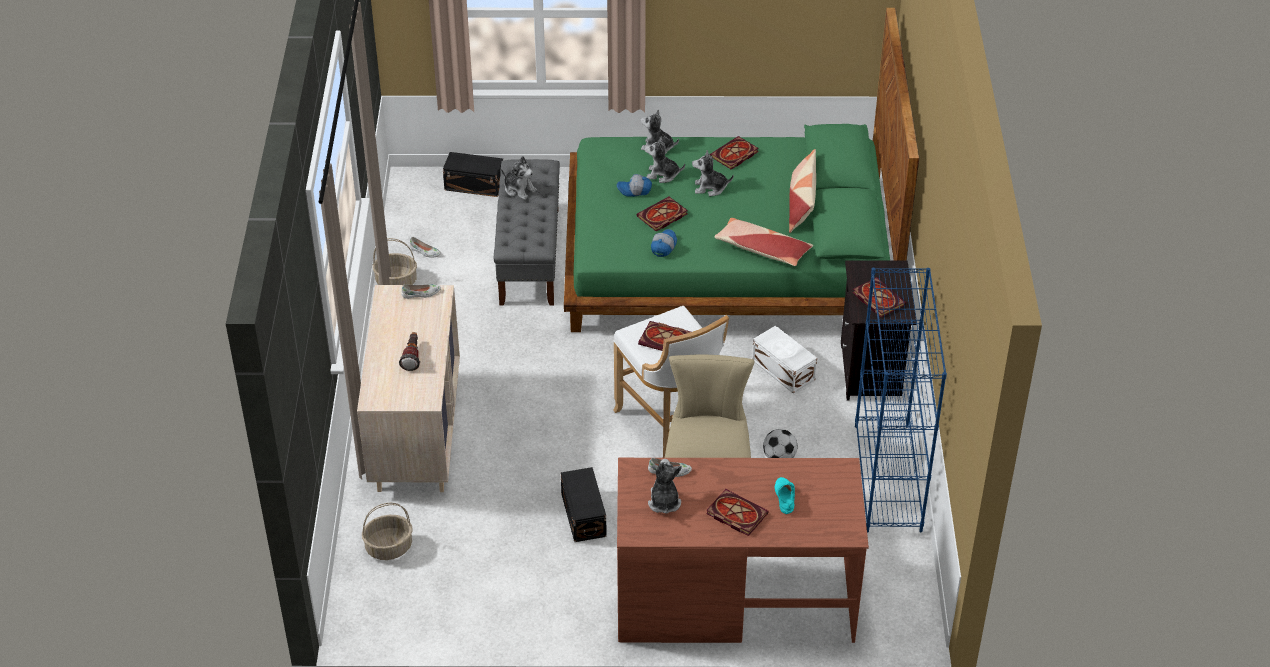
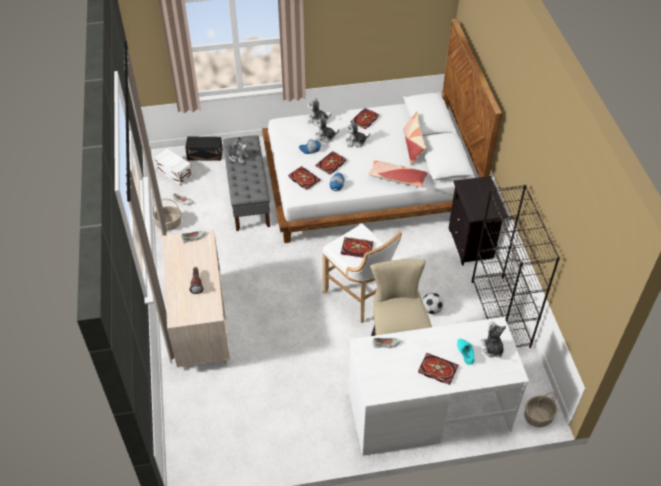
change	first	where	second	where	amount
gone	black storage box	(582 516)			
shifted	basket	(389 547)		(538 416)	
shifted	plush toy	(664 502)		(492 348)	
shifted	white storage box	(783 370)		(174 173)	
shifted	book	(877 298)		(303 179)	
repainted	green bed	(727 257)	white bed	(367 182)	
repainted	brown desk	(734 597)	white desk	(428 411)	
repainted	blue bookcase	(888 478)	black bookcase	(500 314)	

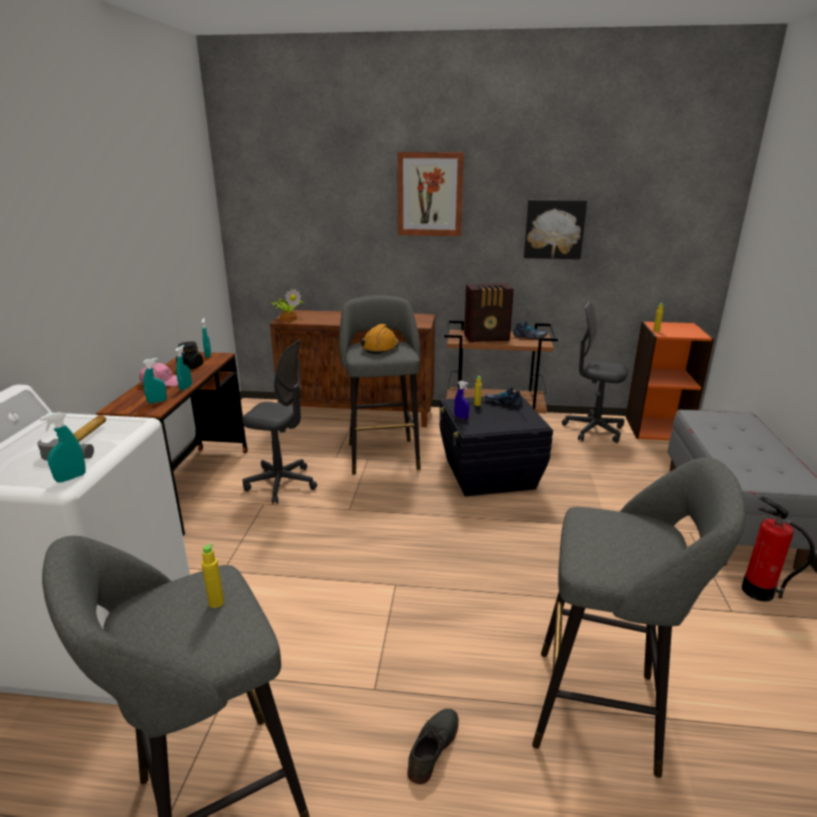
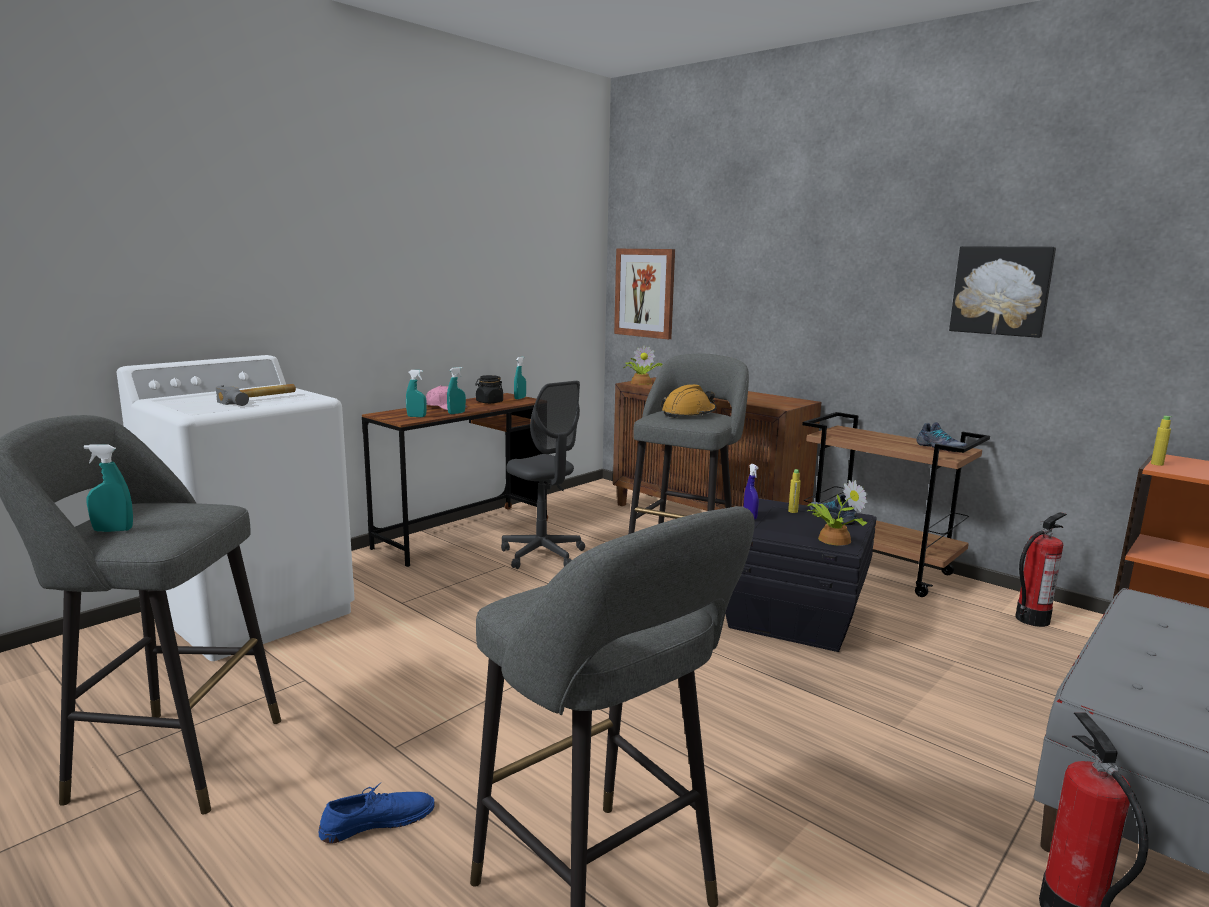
change	first	where	second	where	amount
gone	yellow bottle	(216 602)			
gone	radio	(487 338)			
new			potted plant	(832 539)	
shifted	turquoise spray bottle	(71 478)		(113 530)	
shifted	picture	(430 194)		(645 293)	
swapped	grey office chair	(593 430)	fire extinguisher	(1031 619)	
repainted	grey shoe	(432 746)	blue shoe	(378 820)	

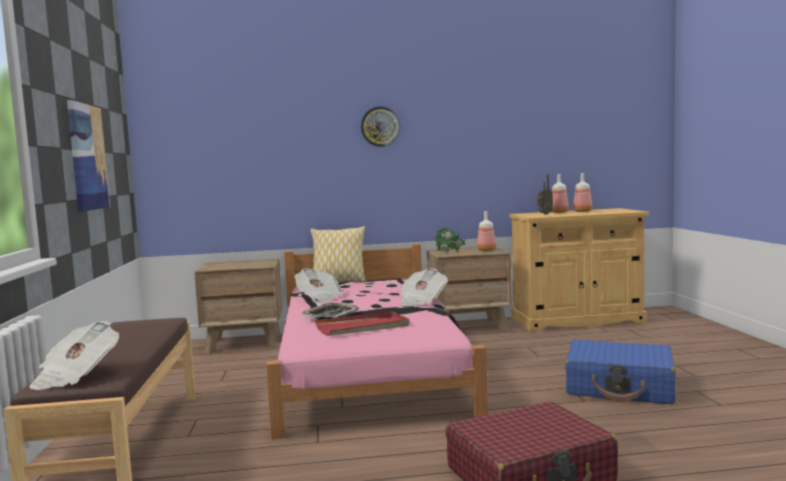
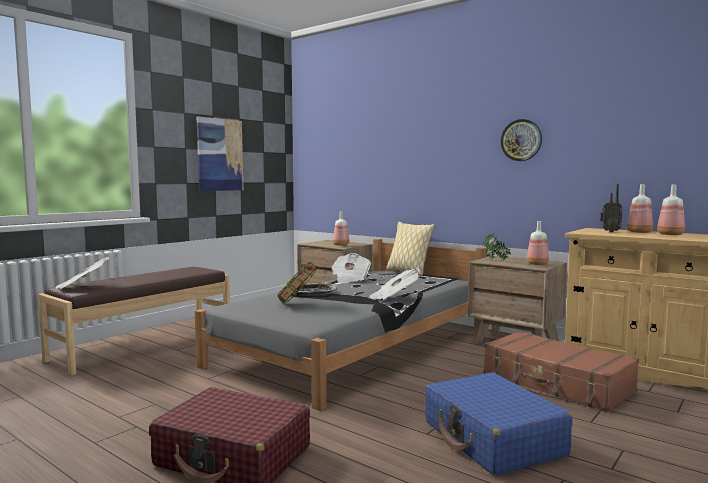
change	first	where	second	where	amount
new			bottle	(341 245)	
new			brown suitcase	(556 383)	
shifted	wall clock	(380 126)		(521 140)	
swapped	red tray	(363 327)	book	(297 304)	
repainted	pink bed	(366 367)	grey bed	(356 346)	

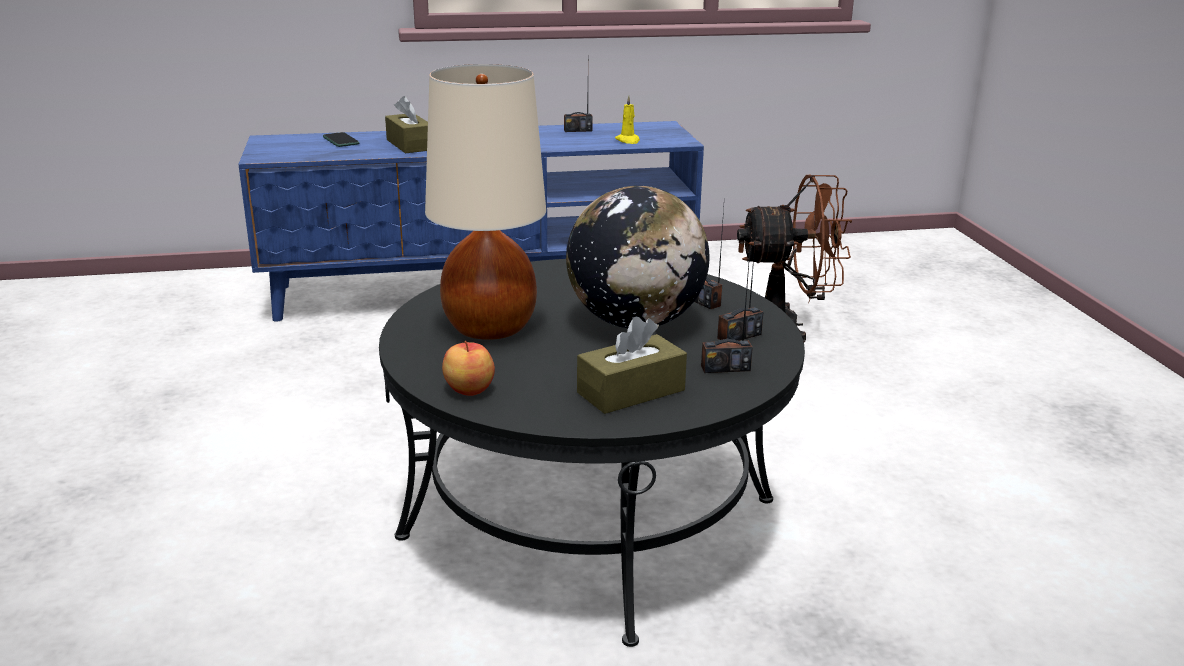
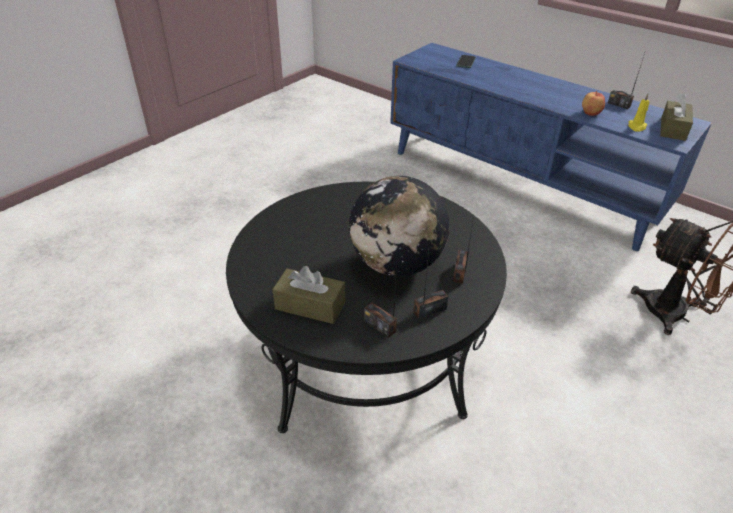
change	first	where	second	where	amount
gone	beige table lamp	(491 328)			
shifted	brown tissue box	(410 145)		(673 129)	
shifted	apple	(468 390)		(590 113)	
rotated	radio	(739 336)		(430 311)	135 degrees clockwise

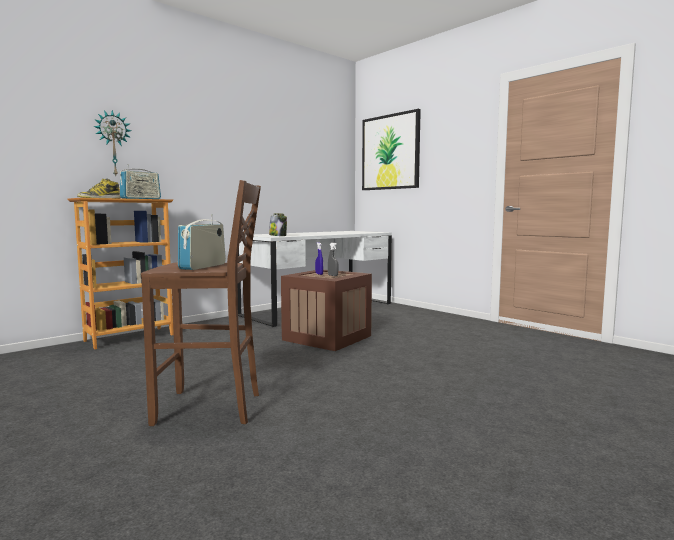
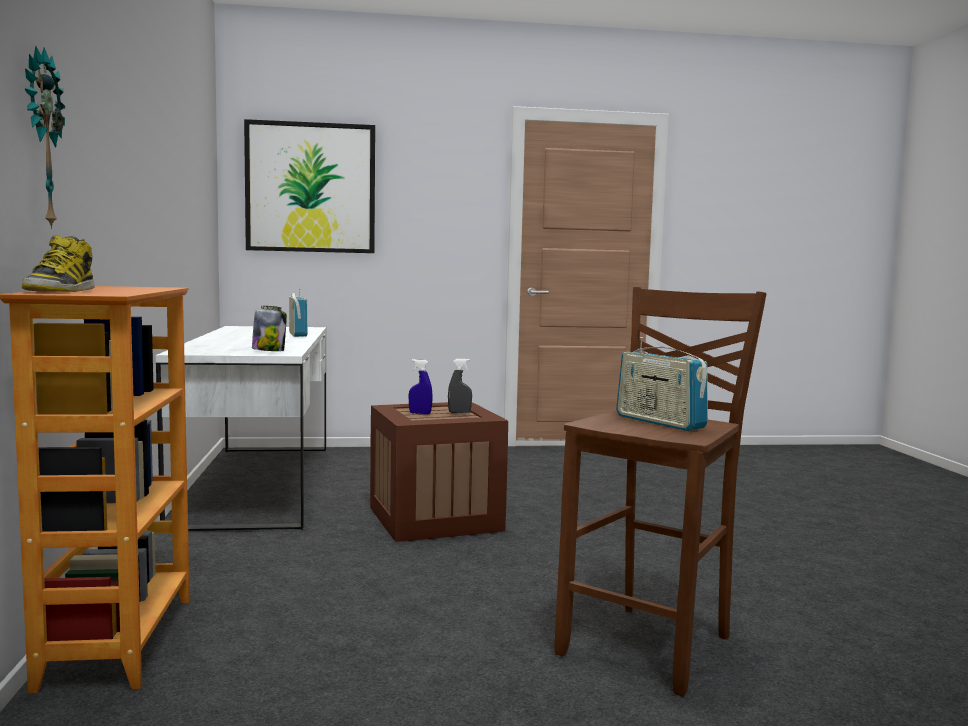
change	first	where	second	where	amount
shifted	radio	(141 199)		(297 334)	

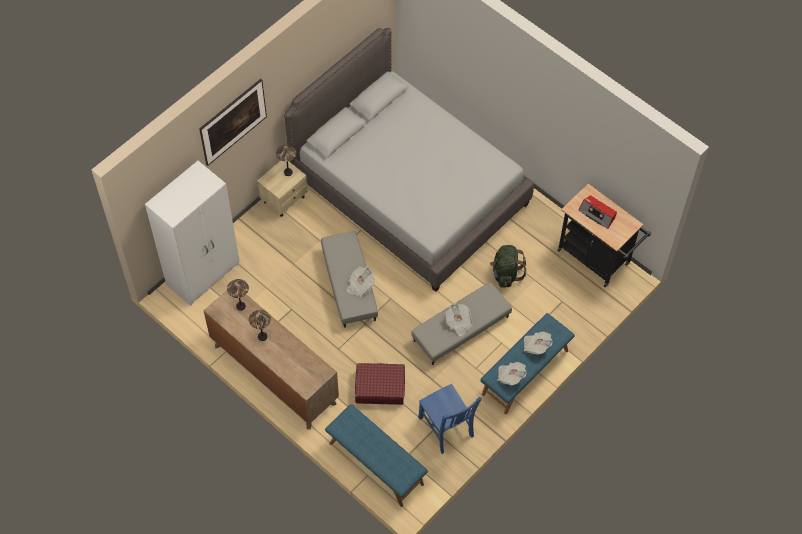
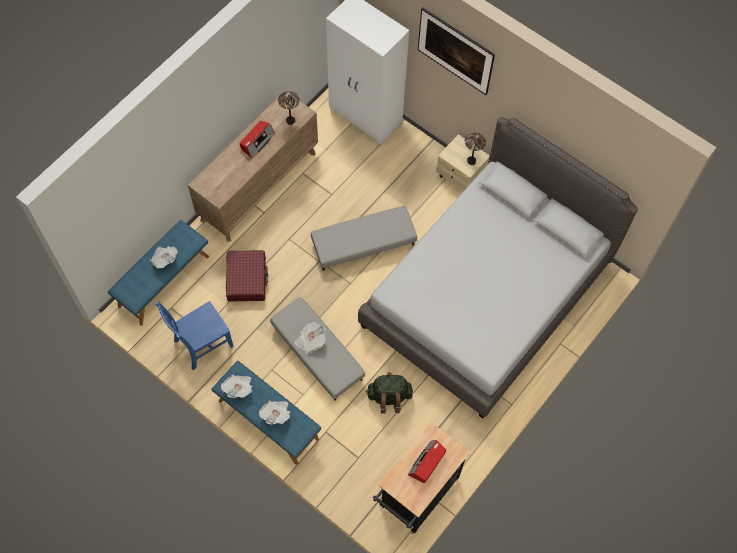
change	first	where	second	where	amount
shifted	newspaper	(360 285)		(164 259)	
swapped	table lamp	(262 337)	radio	(257 141)	

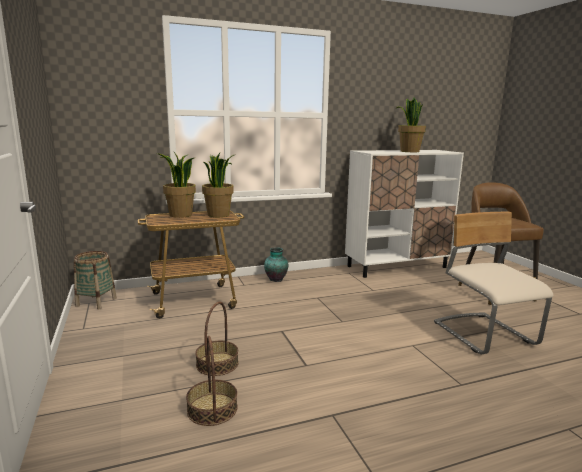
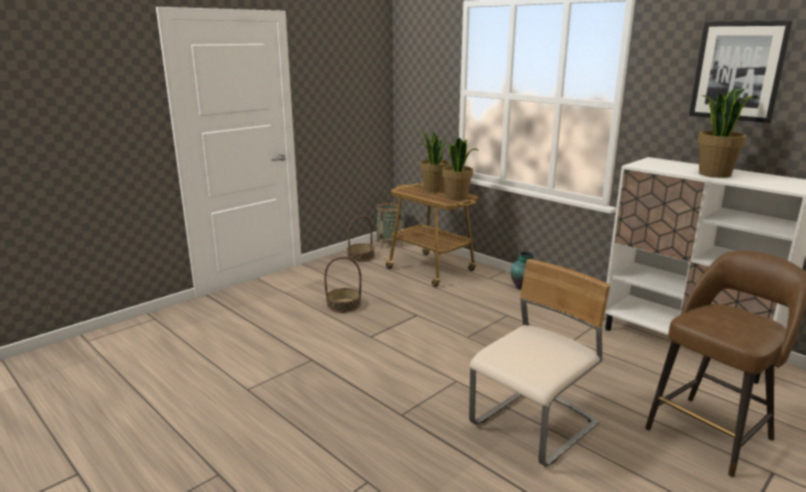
change	first	where	second	where	amount
new			picture	(738 71)	
shifted	basket	(212 409)		(360 257)	

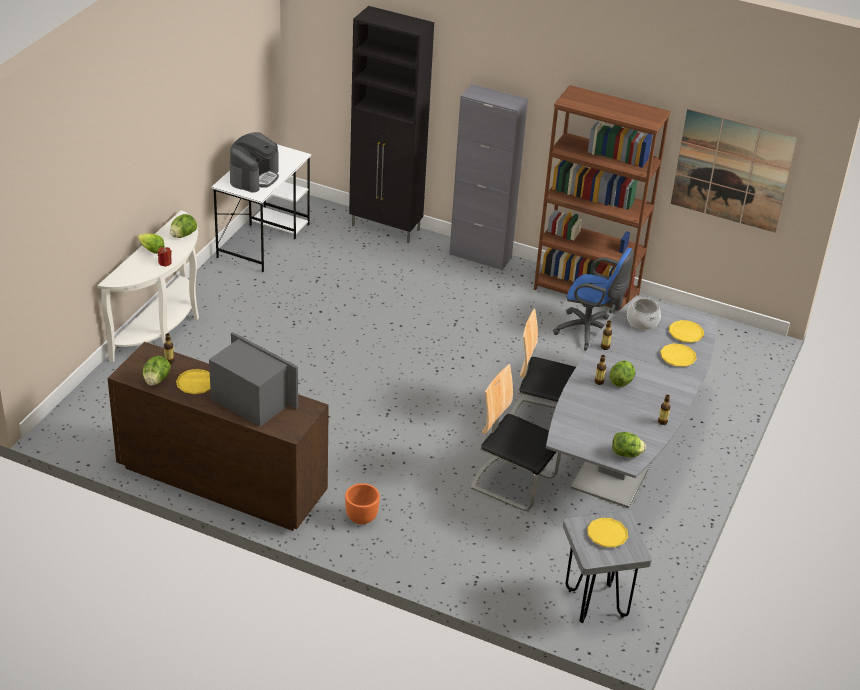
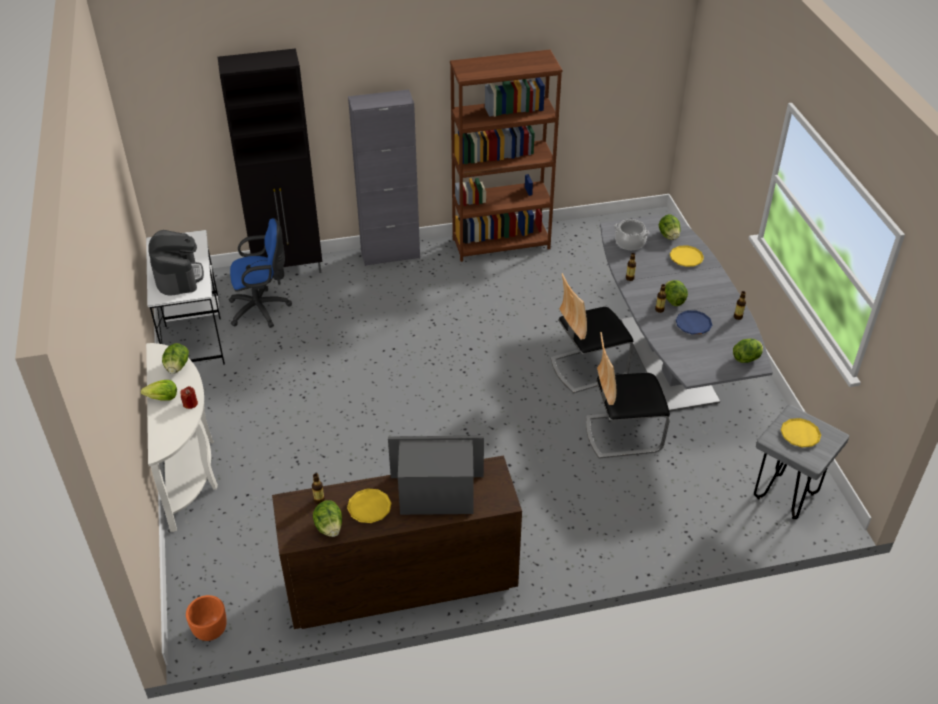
change	first	where	second	where	amount
gone	picture	(732 170)			
new			blue plate	(693 324)	
shifted	orange planter	(361 518)		(210 631)	
shifted	blue office chair	(590 332)		(262 309)	
swapped	yellow plate	(685 333)	lettuce	(668 236)	

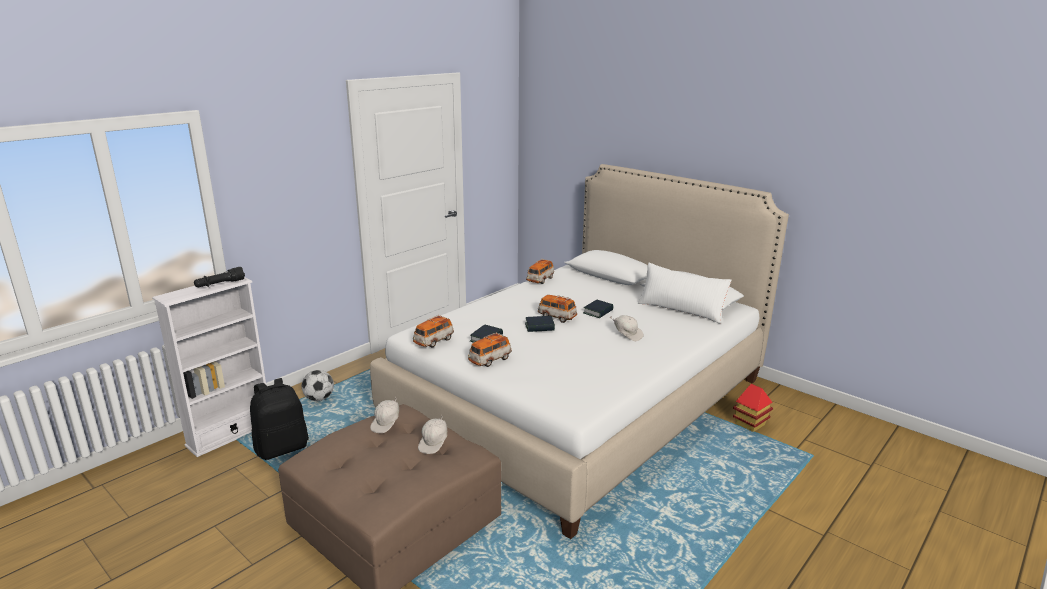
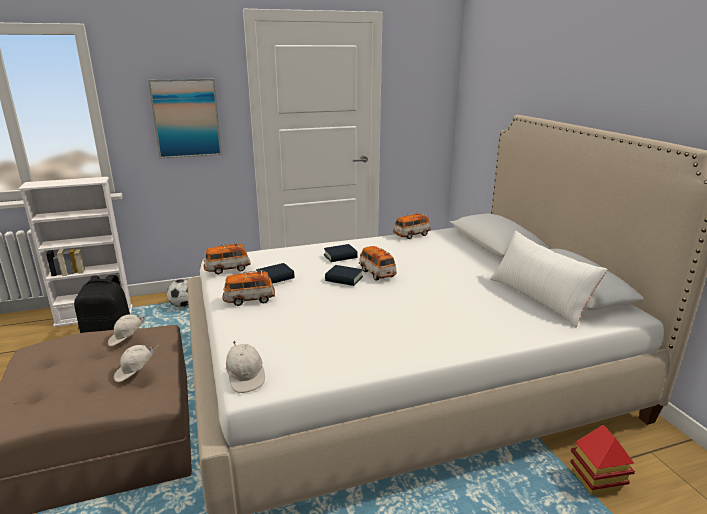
change	first	where	second	where	amount
gone	black flashlight	(220 284)			
new			picture	(186 118)	
shifted	book	(598 312)		(340 256)	
shifted	white cap	(627 335)		(246 377)	

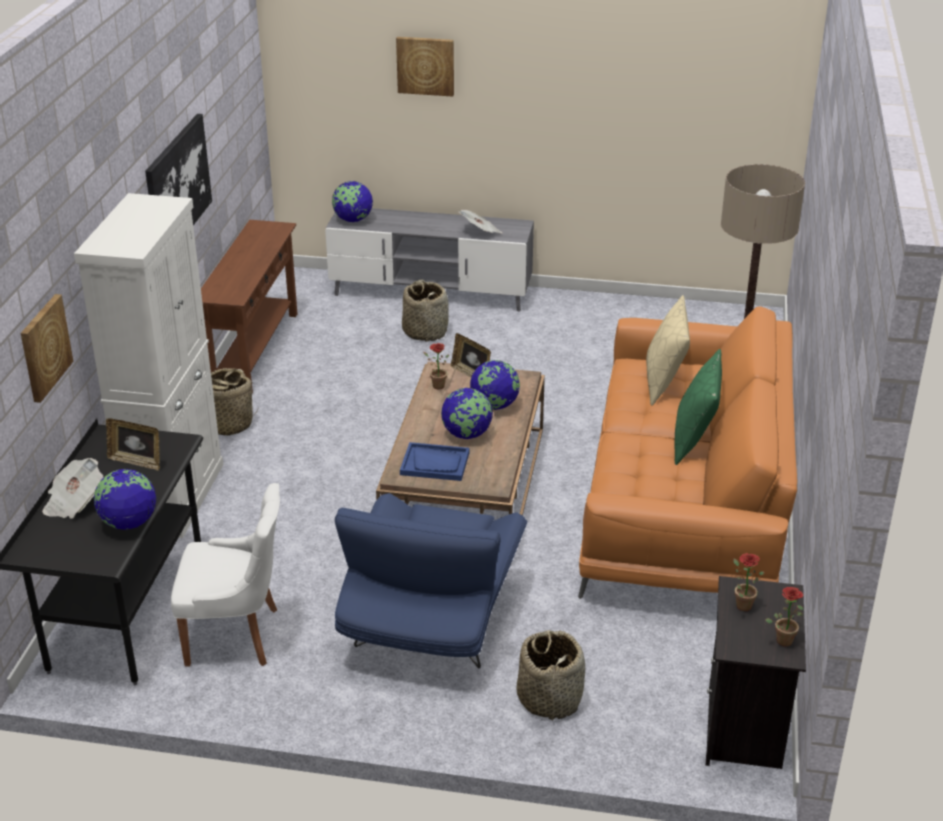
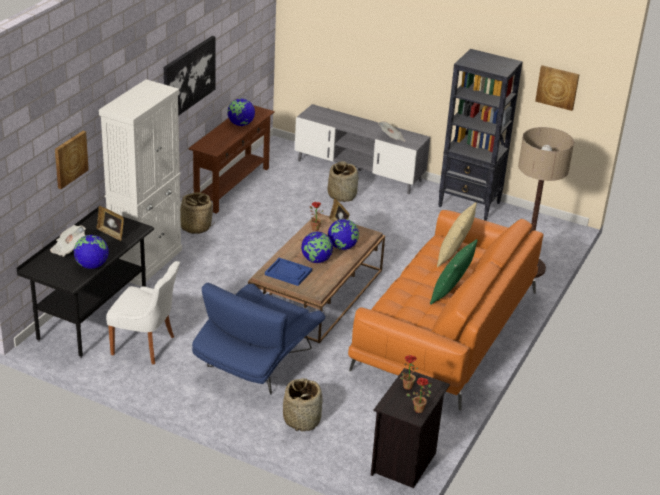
change	first	where	second	where	amount
new			black bookcase	(469 205)	
shifted	globe	(353 220)		(240 124)	
shifted	picture	(425 65)		(557 87)	

